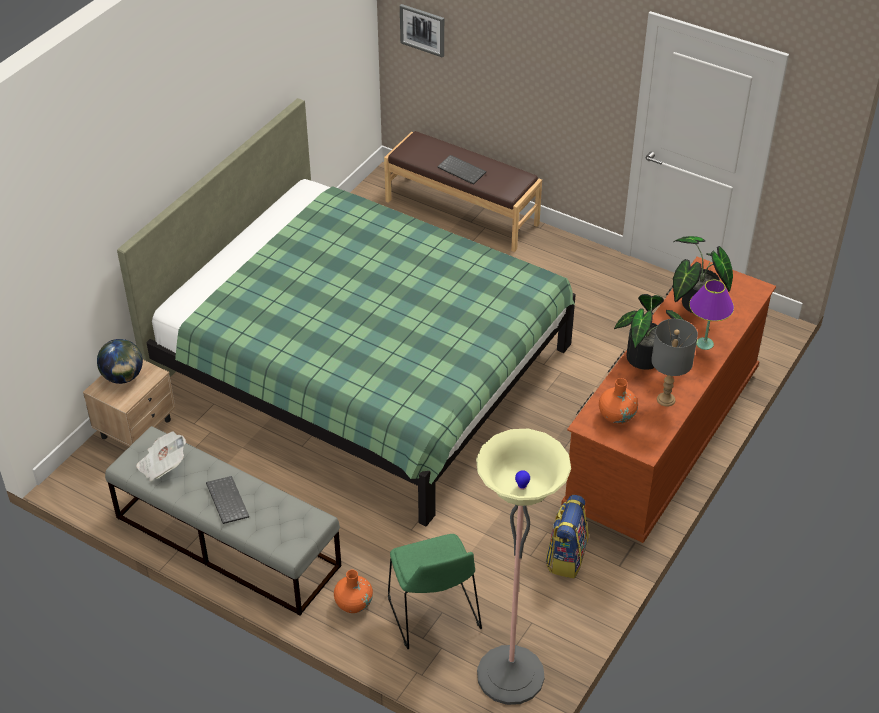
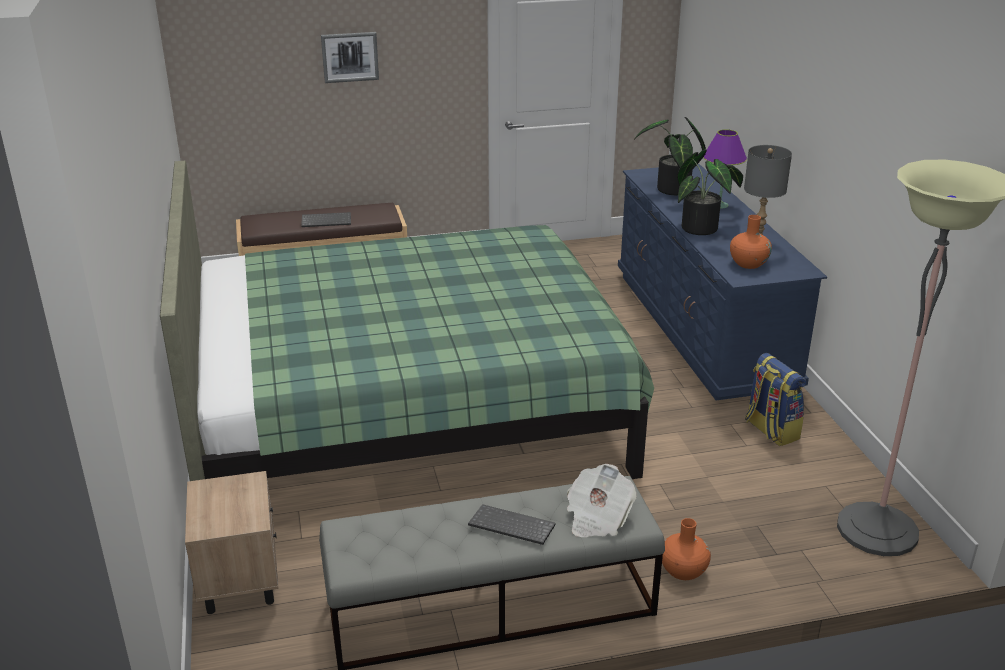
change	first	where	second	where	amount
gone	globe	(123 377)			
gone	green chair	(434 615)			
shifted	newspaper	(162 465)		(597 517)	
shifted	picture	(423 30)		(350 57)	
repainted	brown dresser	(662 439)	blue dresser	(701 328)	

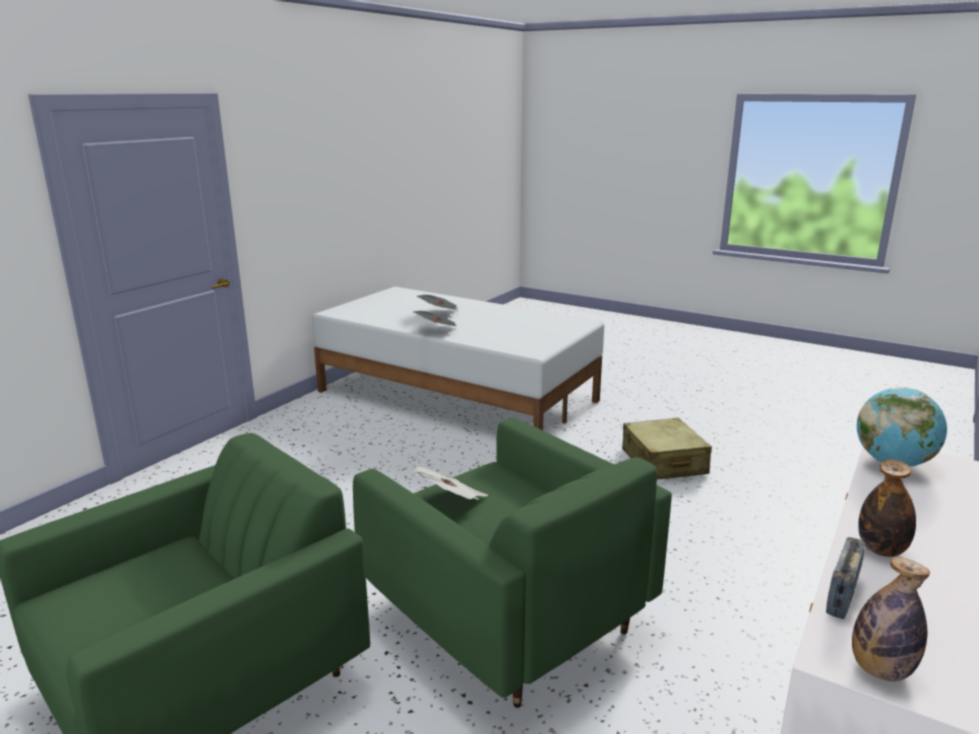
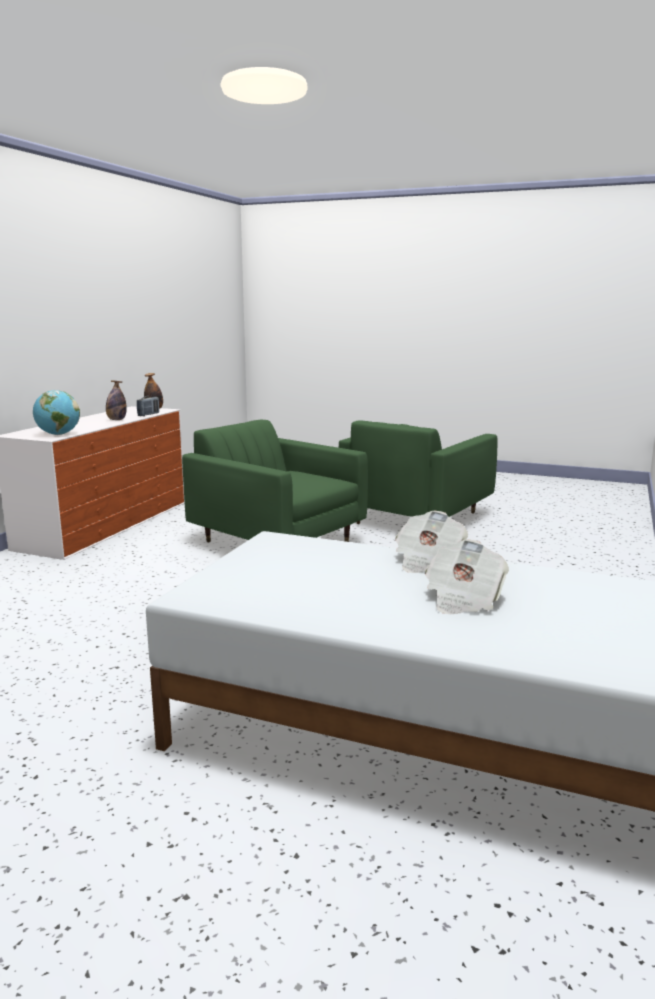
change	first	where	second	where	amount
gone	newspaper	(451 501)			
gone	beige suitcase	(663 462)			

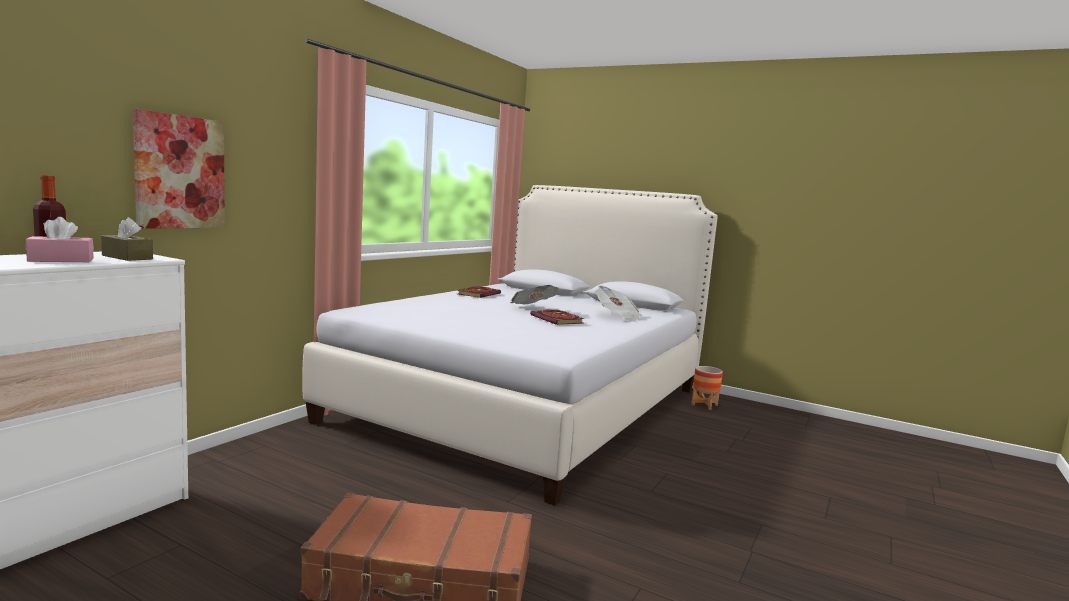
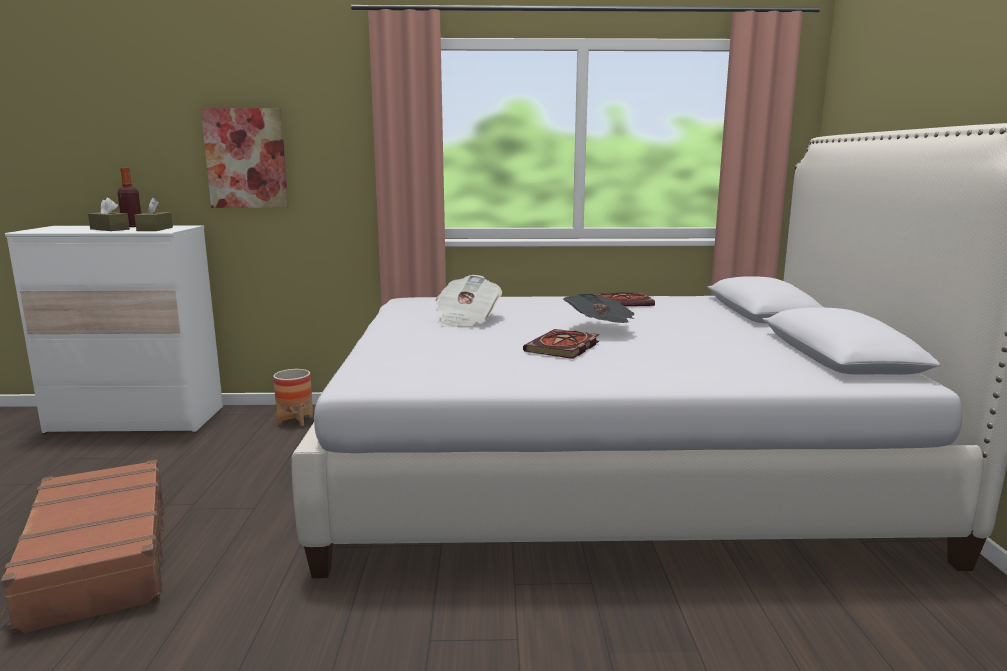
change	first	where	second	where	amount
shifted	newspaper	(617 317)		(466 320)	
shifted	planter	(704 405)		(295 420)	
repainted	pink tissue box	(61 260)	brown tissue box	(110 229)	

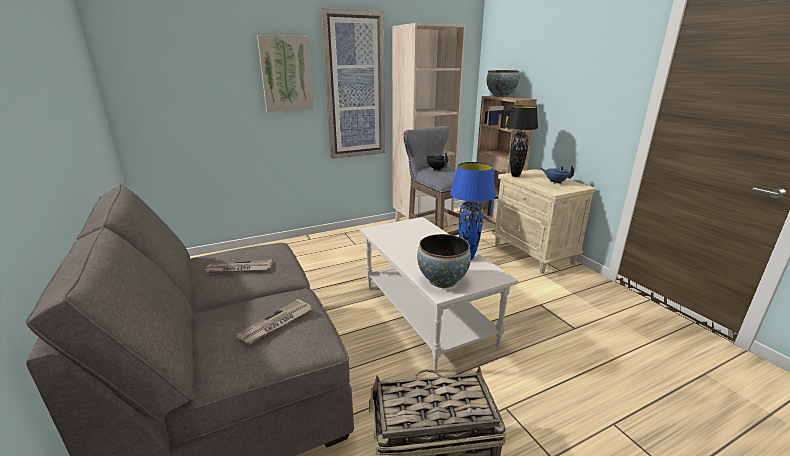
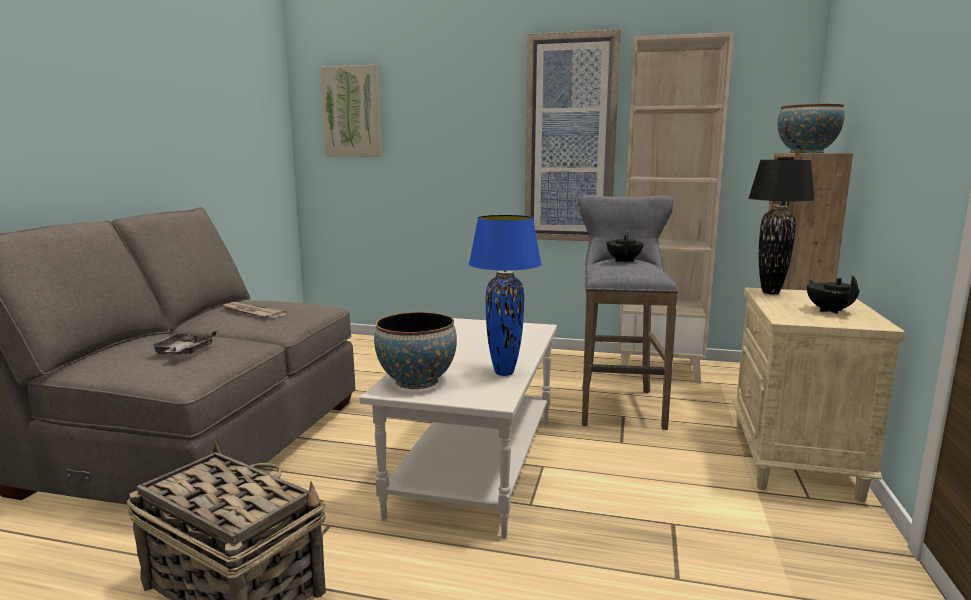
change	first	where	second	where	amount
shifted	picture	(286 74)		(352 112)	
swapped	newspaper	(276 323)	grey tray	(182 352)	
repainted	blue teapot	(555 182)	black teapot	(829 310)	

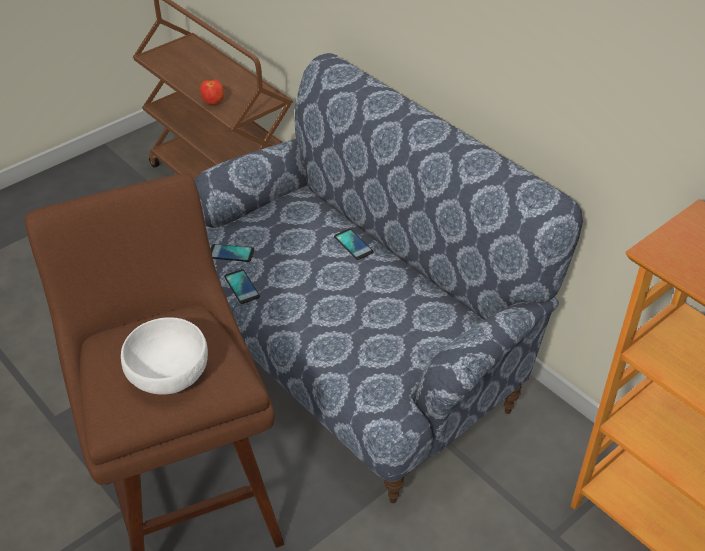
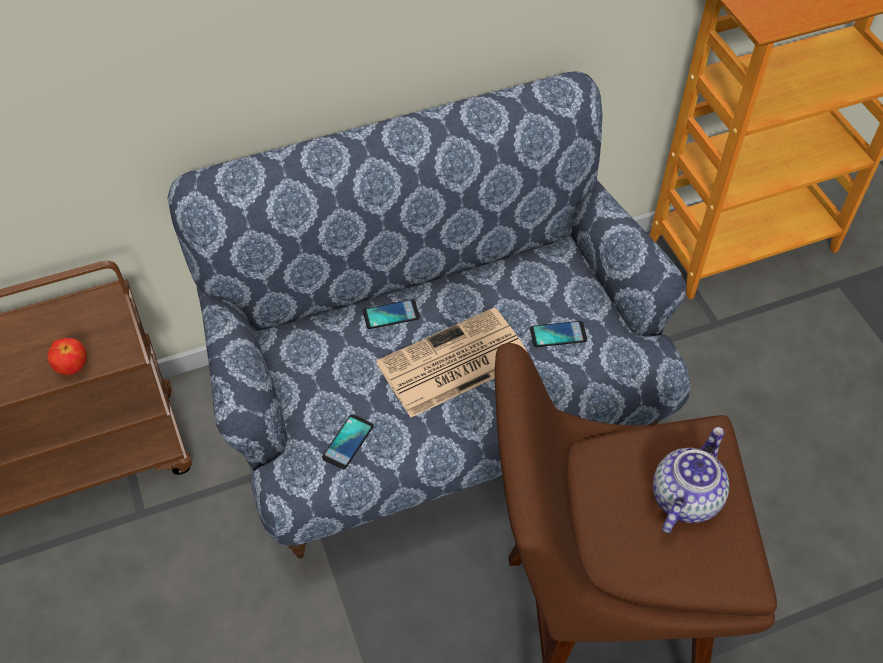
change	first	where	second	where	amount
new			newspaper	(452 364)	
shifted	phone	(242 287)		(558 334)	
swapped	white bowl	(168 372)	teapot	(684 497)	

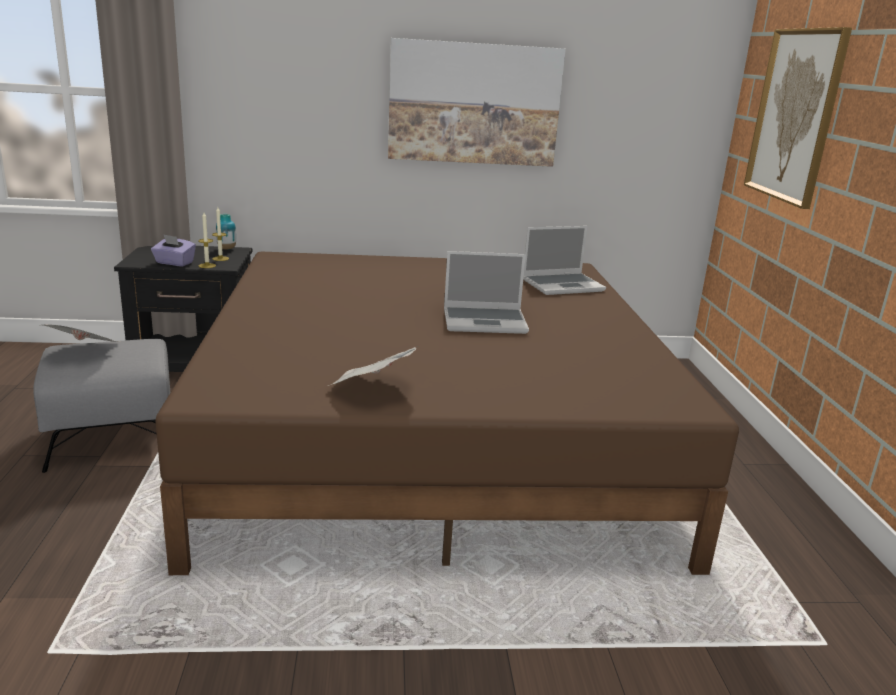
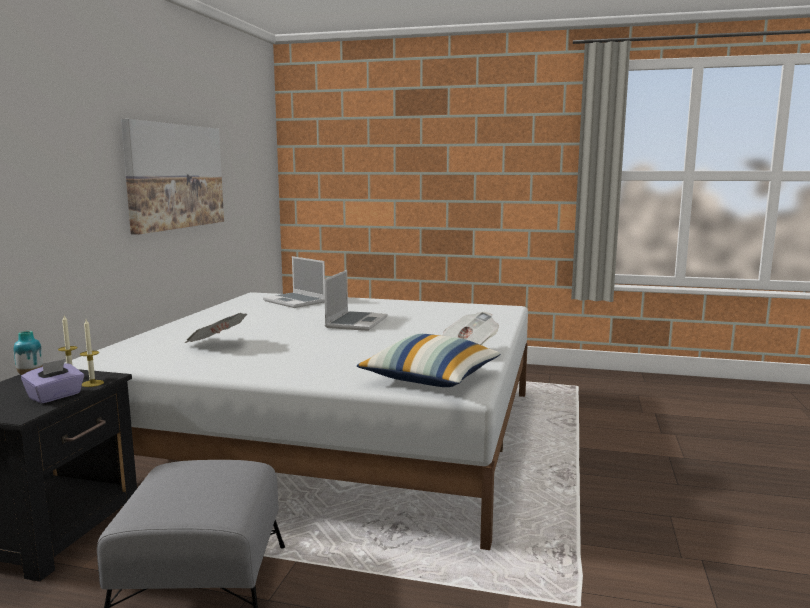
change	first	where	second	where	amount
gone	picture	(795 115)			
new			pillow	(430 378)	
shifted	newspaper	(85 352)		(216 344)	
repainted	brown bed	(433 436)	white bed	(334 433)	
rotated	laptop	(563 285)		(295 301)	135 degrees clockwise

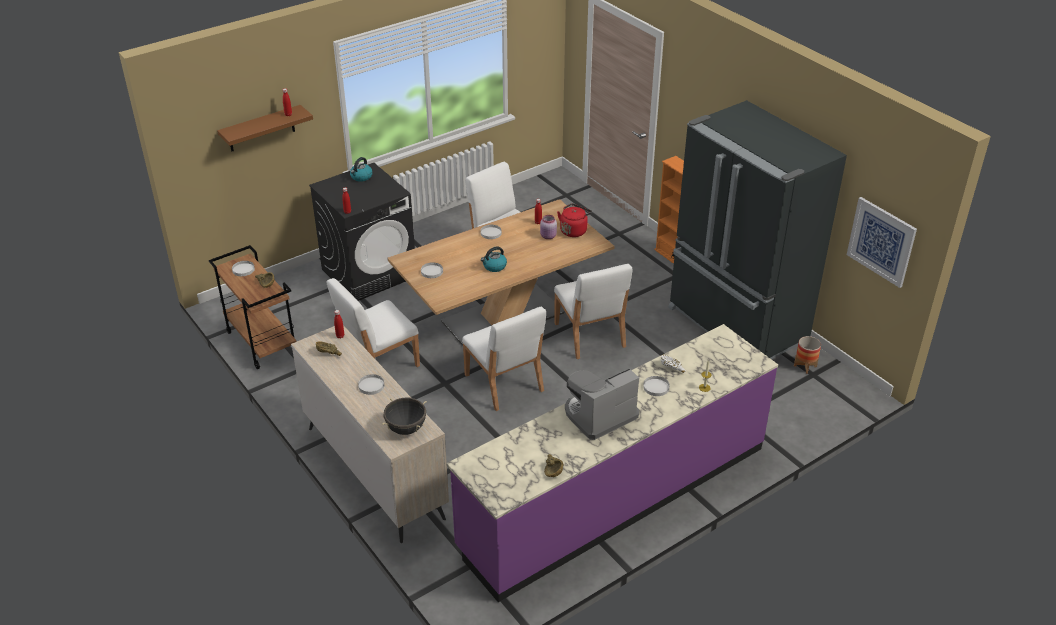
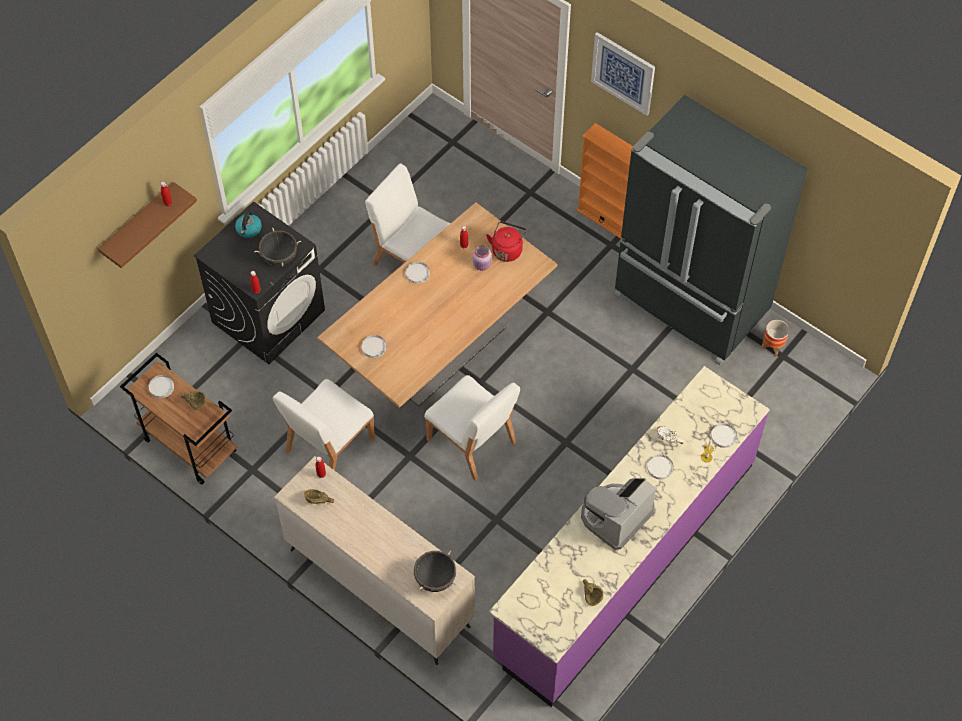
change	first	where	second	where	amount
gone	kettle	(494 266)			
gone	white chair	(589 336)			
new			black cooking pot	(279 257)	
shifted	white plate	(371 385)		(723 436)	
shifted	picture	(881 241)		(623 73)	

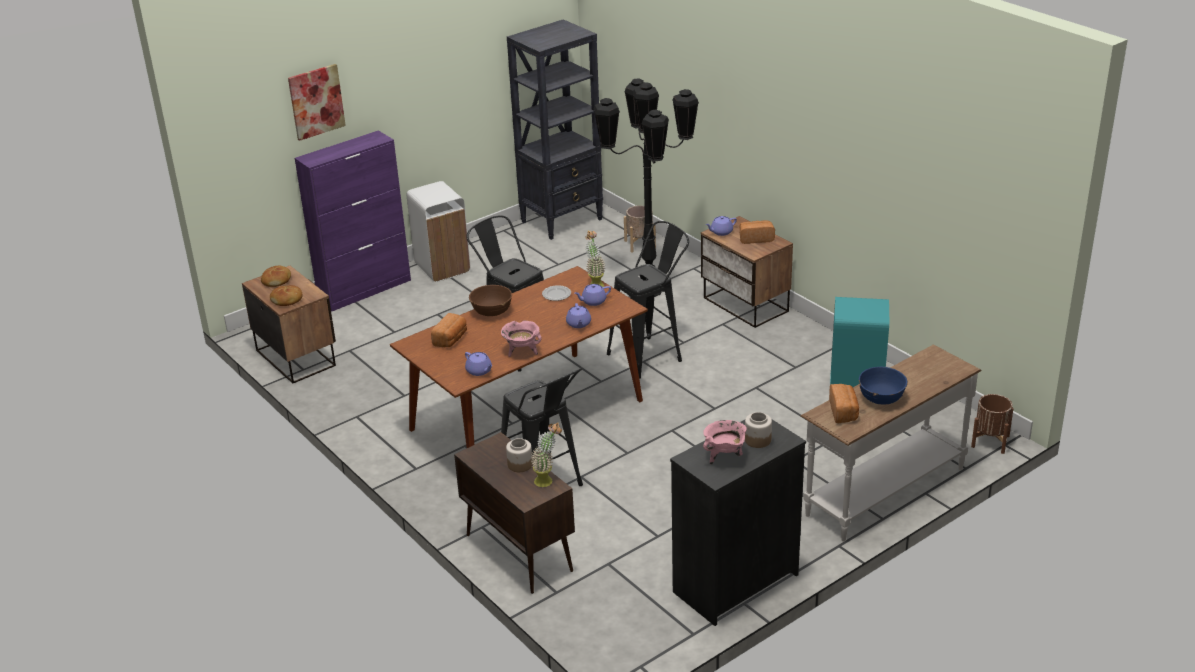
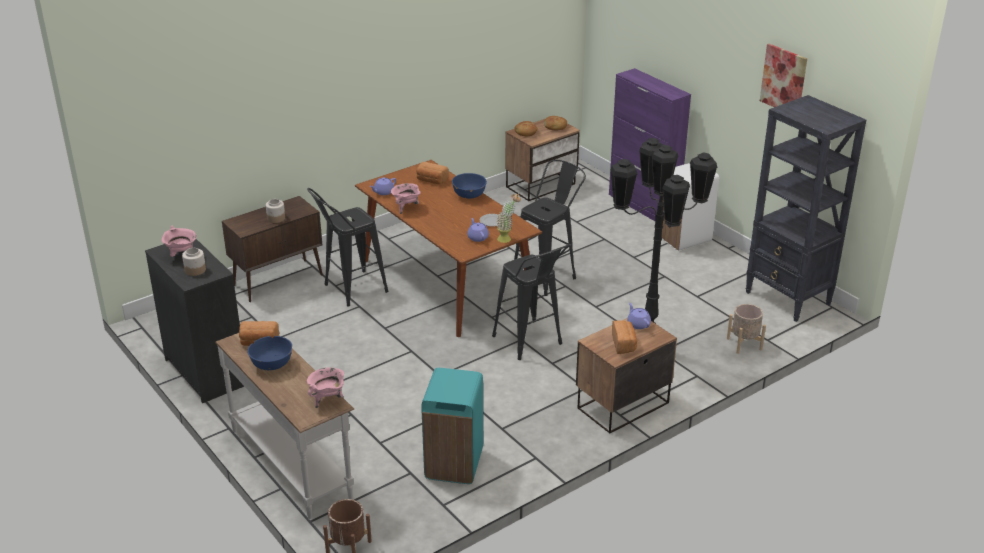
change	first	where	second	where	amount
gone	potted plant	(548 480)			
gone	purple teapot	(578 324)			
new			pink cooking pot	(327 399)	
shifted	picture	(316 101)		(784 79)	
repainted	brown bowl	(492 312)	blue bowl	(469 195)	

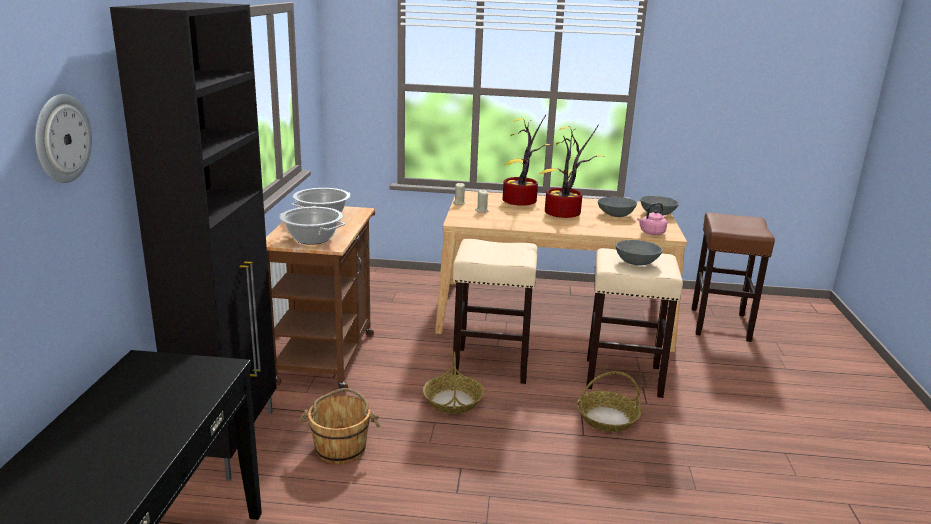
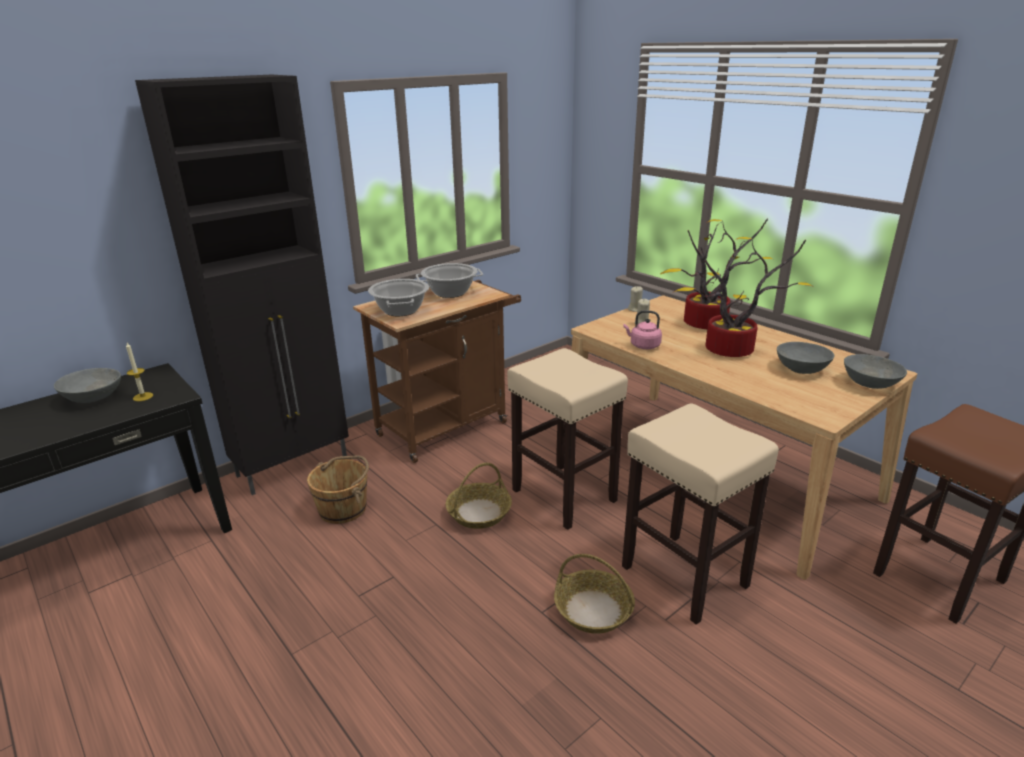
change	first	where	second	where	amount
gone	wall clock	(61 138)			
new			candle	(143 397)	
shifted	grey bowl	(637 262)		(92 398)	
shifted	pink kettle	(651 233)		(643 346)	

